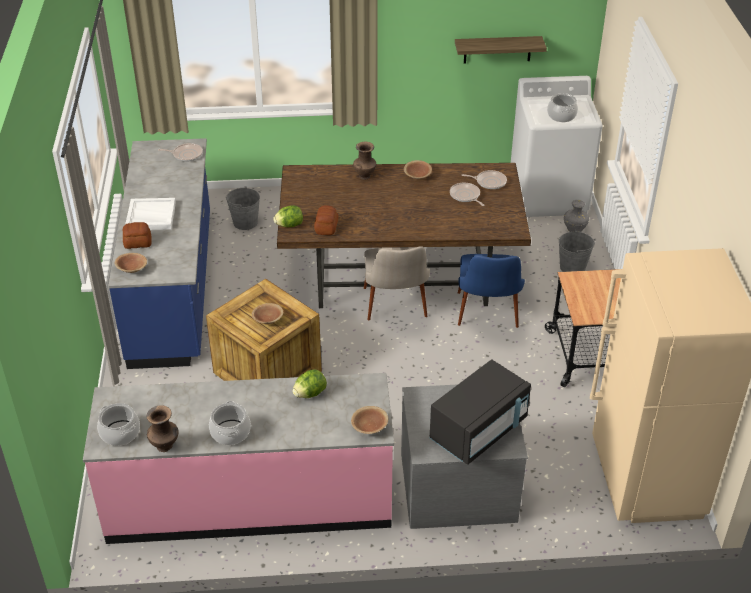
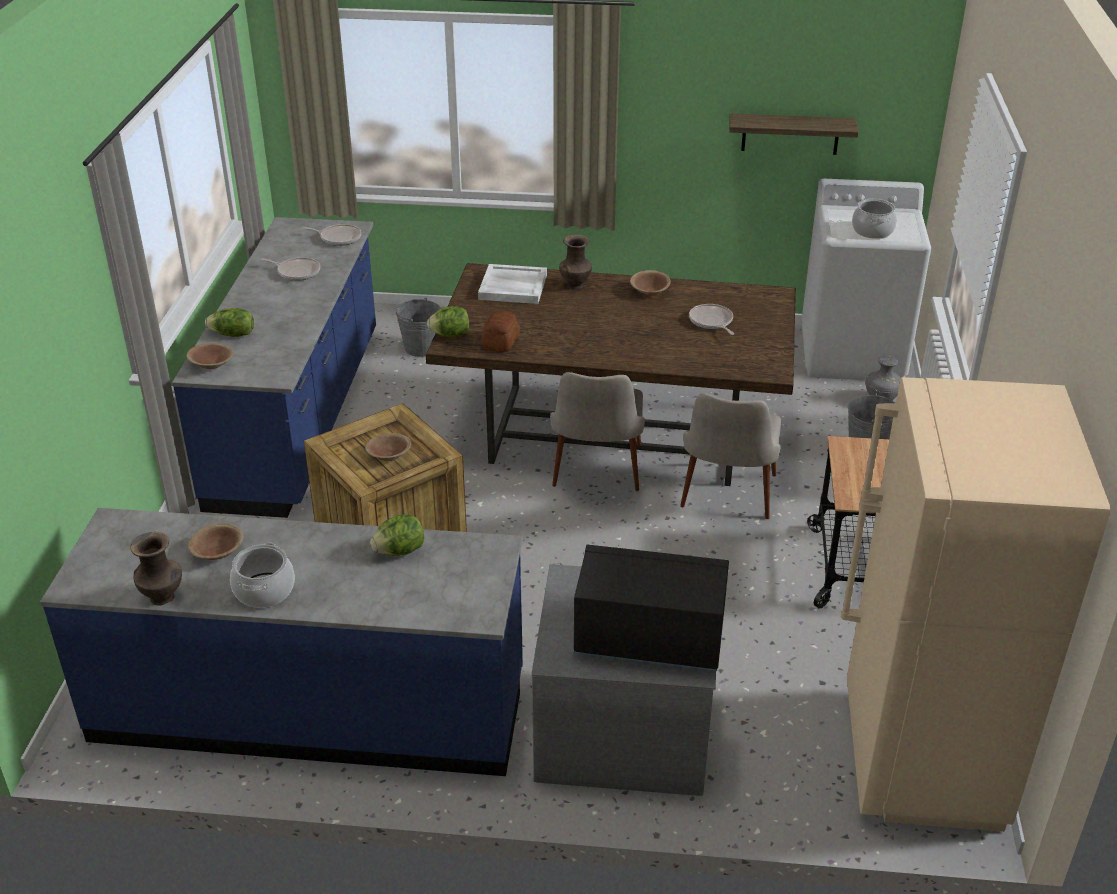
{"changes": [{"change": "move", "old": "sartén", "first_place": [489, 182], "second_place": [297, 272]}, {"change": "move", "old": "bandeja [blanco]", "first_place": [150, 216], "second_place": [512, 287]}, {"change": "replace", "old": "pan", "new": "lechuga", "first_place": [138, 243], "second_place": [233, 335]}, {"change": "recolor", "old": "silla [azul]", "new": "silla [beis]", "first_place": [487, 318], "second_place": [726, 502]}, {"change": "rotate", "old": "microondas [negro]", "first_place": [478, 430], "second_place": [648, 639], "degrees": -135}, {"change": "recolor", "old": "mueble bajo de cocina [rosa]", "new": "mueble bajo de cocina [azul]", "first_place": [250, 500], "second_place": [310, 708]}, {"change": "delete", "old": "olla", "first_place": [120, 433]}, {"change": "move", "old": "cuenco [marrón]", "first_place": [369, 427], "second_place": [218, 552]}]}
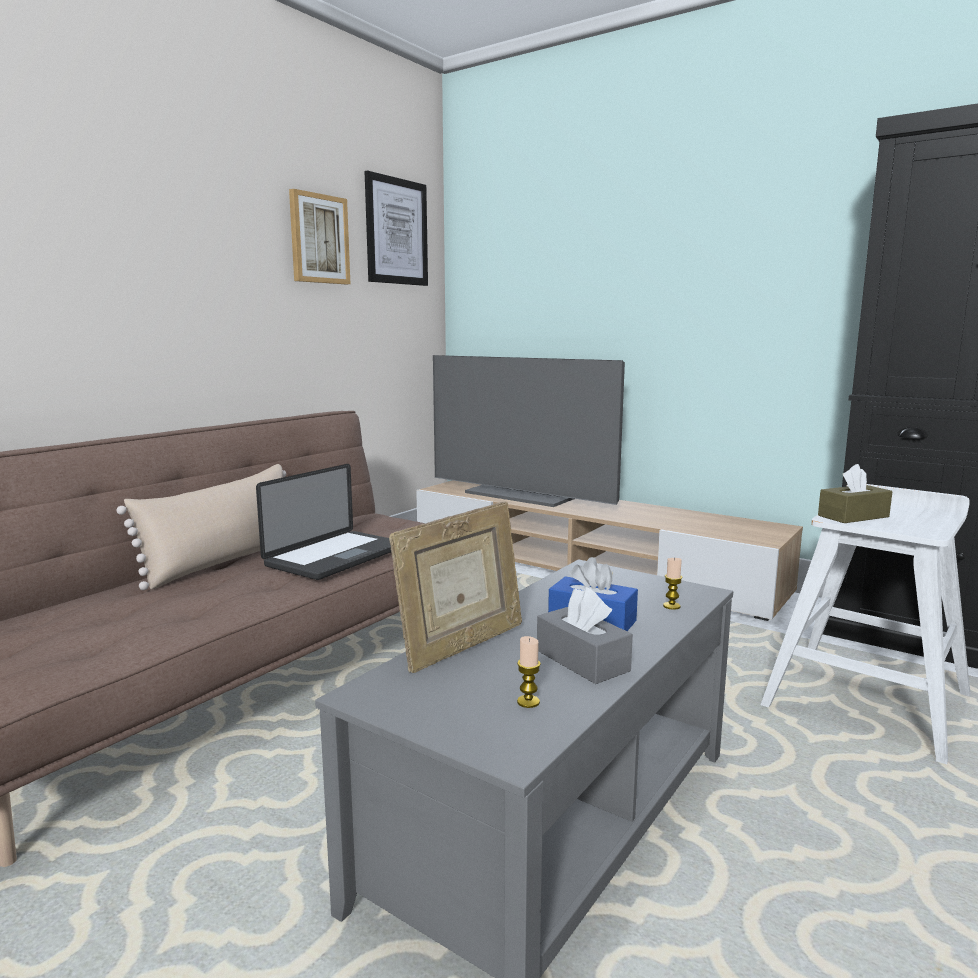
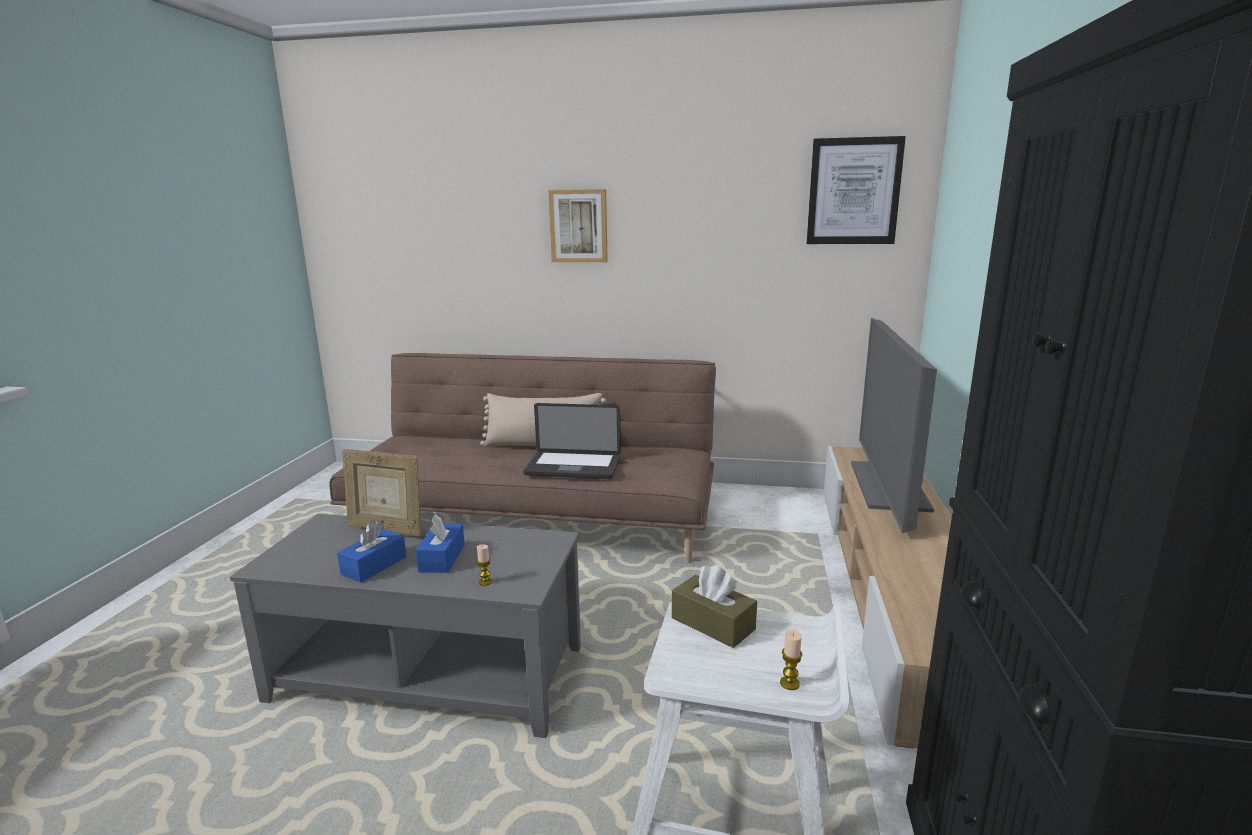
{"changes": [{"change": "move", "old": "cuadro", "first_place": [319, 239], "second_place": [579, 226]}, {"change": "recolor", "old": "caja de pañuelos [gris]", "new": "caja de pañuelos [azul]", "first_place": [582, 660], "second_place": [374, 565]}, {"change": "move", "old": "vela", "first_place": [528, 702], "second_place": [789, 683]}]}
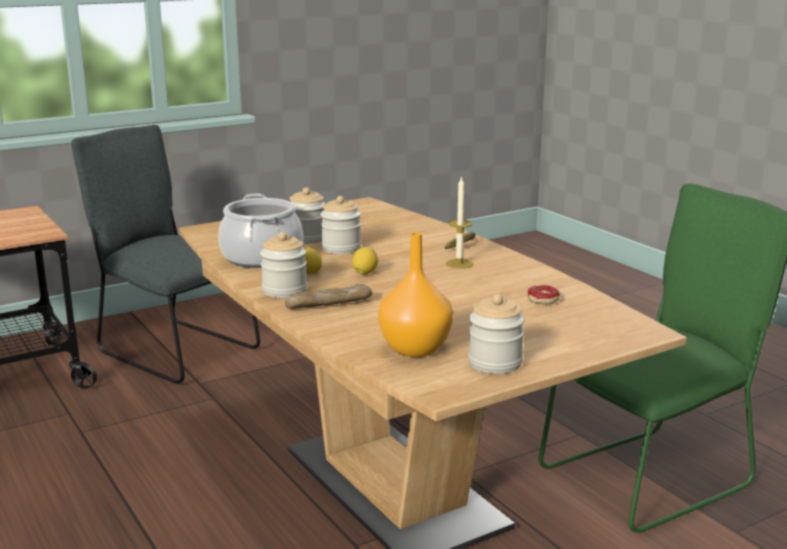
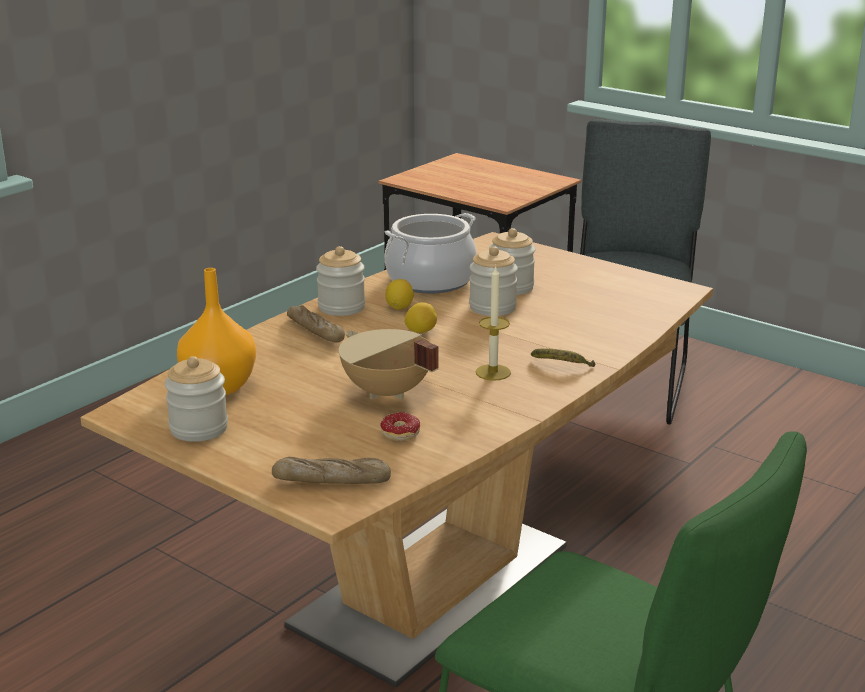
{"changes": [{"change": "insert", "new": "olla [beis]", "second_place": [386, 392]}, {"change": "insert", "new": "pan", "second_place": [331, 480]}]}
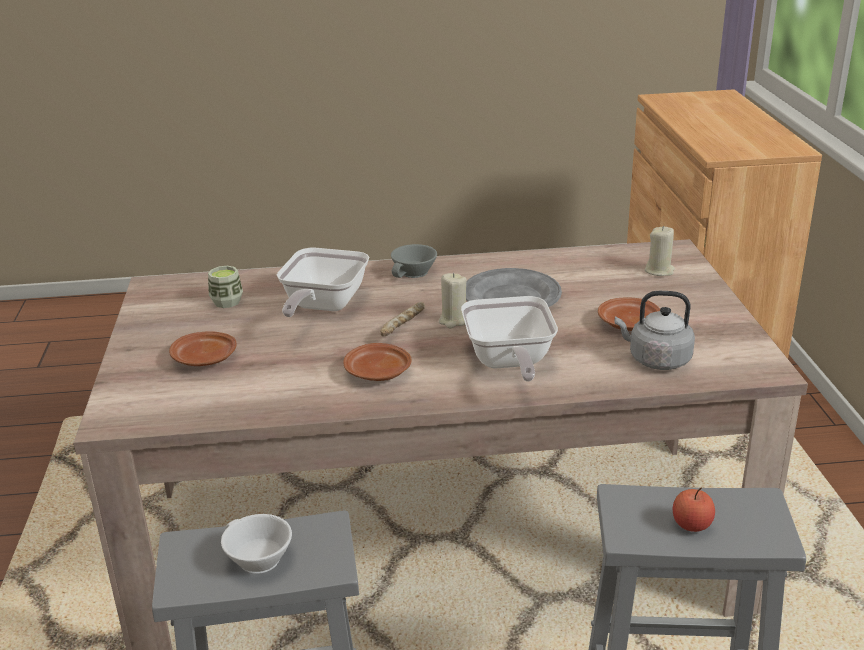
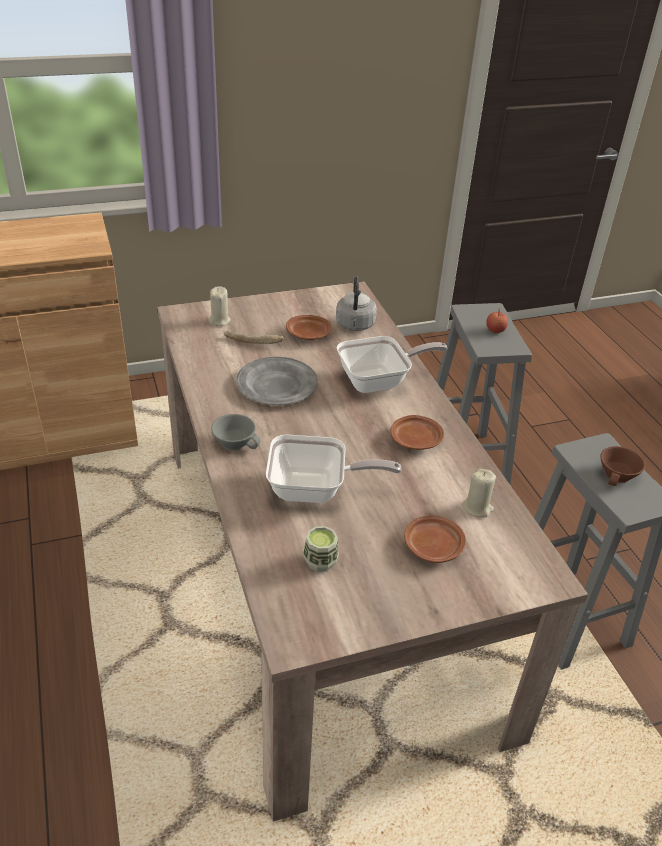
{"changes": [{"change": "move", "old": "vela [beis]", "first_place": [454, 320], "second_place": [477, 508]}, {"change": "move", "old": "pan", "first_place": [403, 327], "second_place": [254, 342]}, {"change": "recolor", "old": "taza [blanco]", "new": "taza [marrón]", "first_place": [255, 560], "second_place": [619, 475]}]}
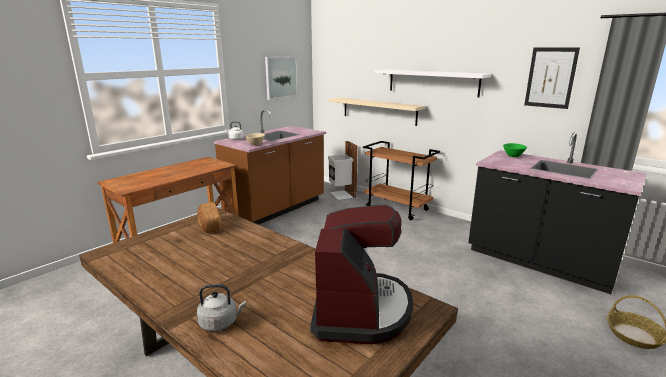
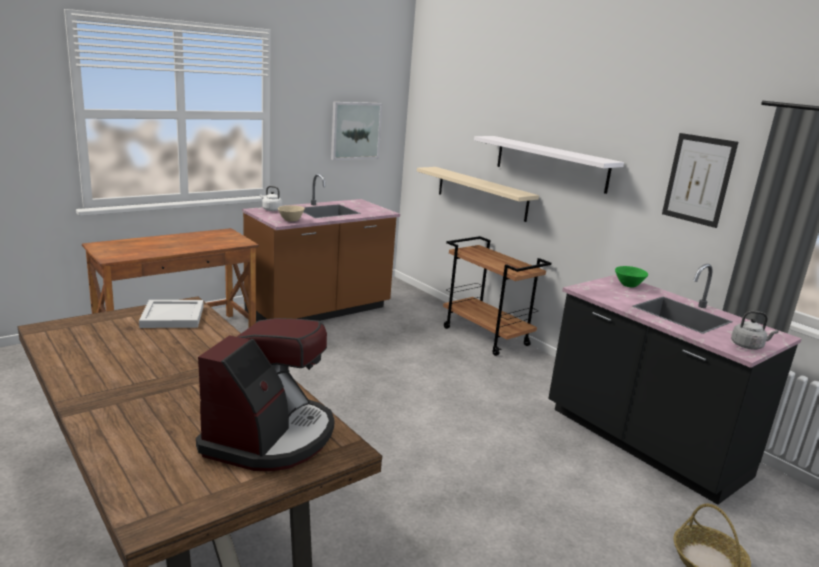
{"changes": [{"change": "delete", "old": "papelera [blanco]", "first_place": [341, 194]}, {"change": "replace", "old": "pan", "new": "bandeja [blanco]", "first_place": [209, 225], "second_place": [174, 316]}, {"change": "move", "old": "hervidor [gris]", "first_place": [220, 323], "second_place": [748, 346]}]}
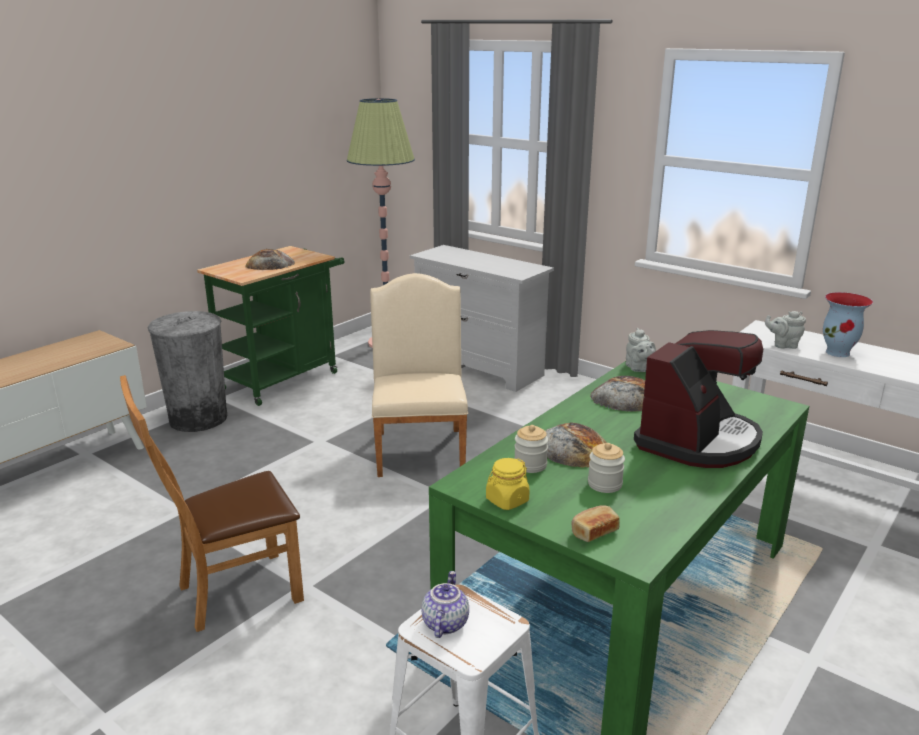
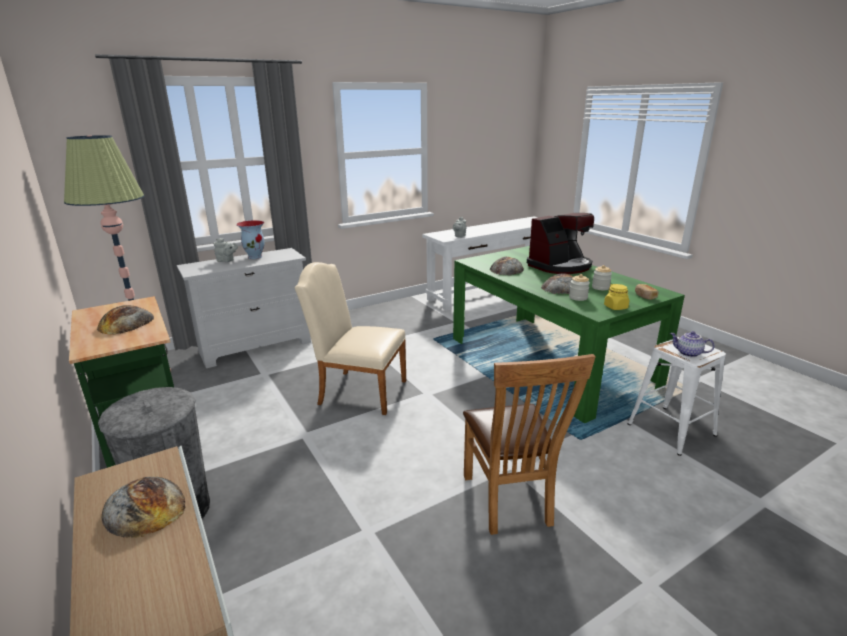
{"changes": [{"change": "move", "old": "florero", "first_place": [838, 353], "second_place": [255, 257]}, {"change": "move", "old": "tetera [gris]", "first_place": [638, 368], "second_place": [227, 261]}, {"change": "rotate", "old": "cafetera", "first_place": [698, 441], "second_place": [560, 266], "degrees": 90}, {"change": "insert", "new": "pan", "second_place": [144, 507]}]}
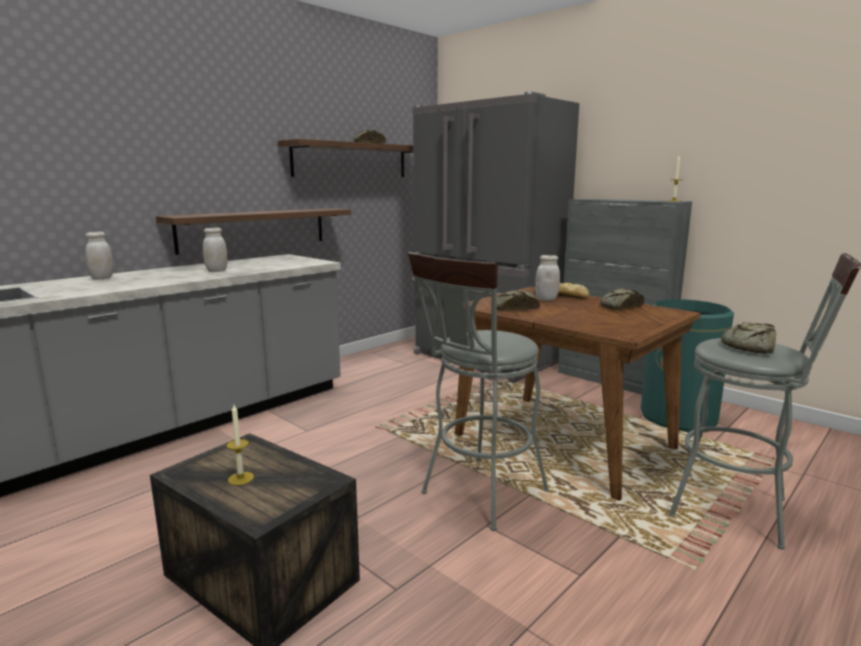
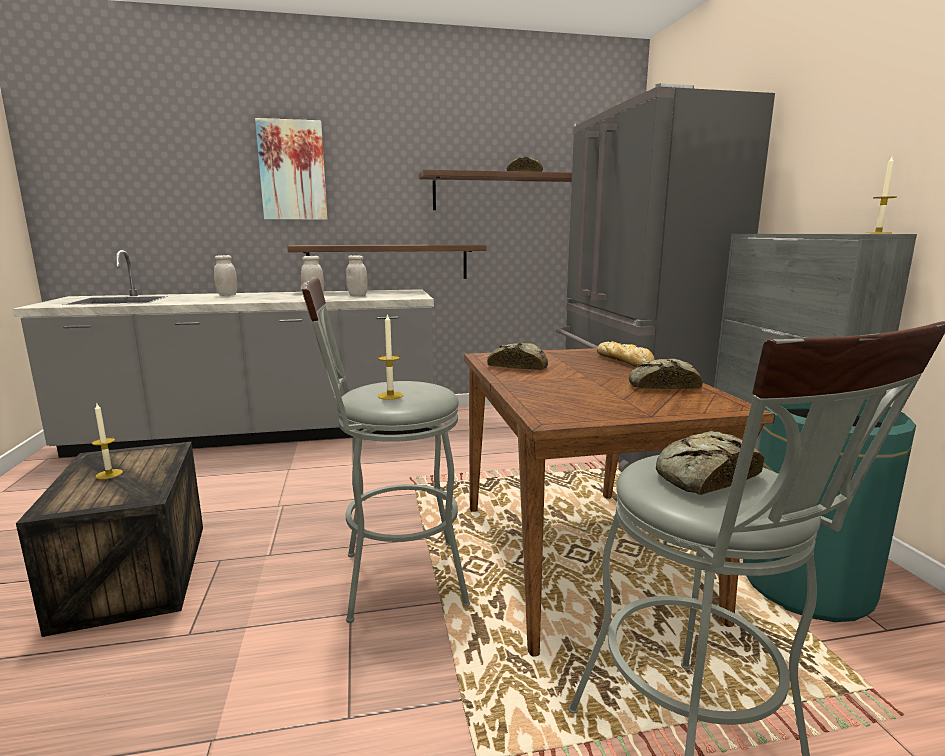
{"changes": [{"change": "move", "old": "tarro [blanco]", "first_place": [546, 299], "second_place": [357, 295]}, {"change": "insert", "new": "cuadro", "second_place": [292, 170]}, {"change": "insert", "new": "vela", "second_place": [390, 395]}]}
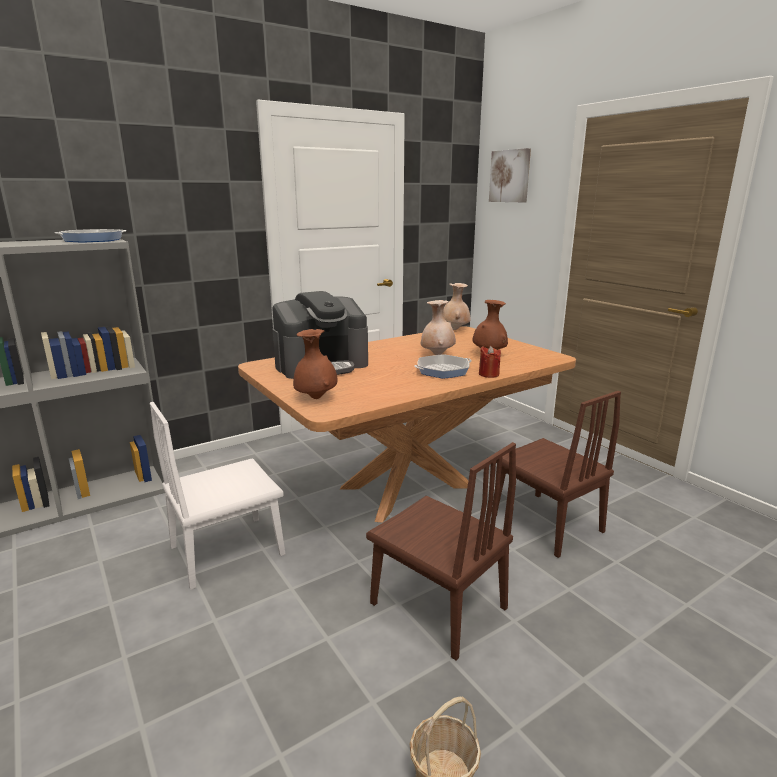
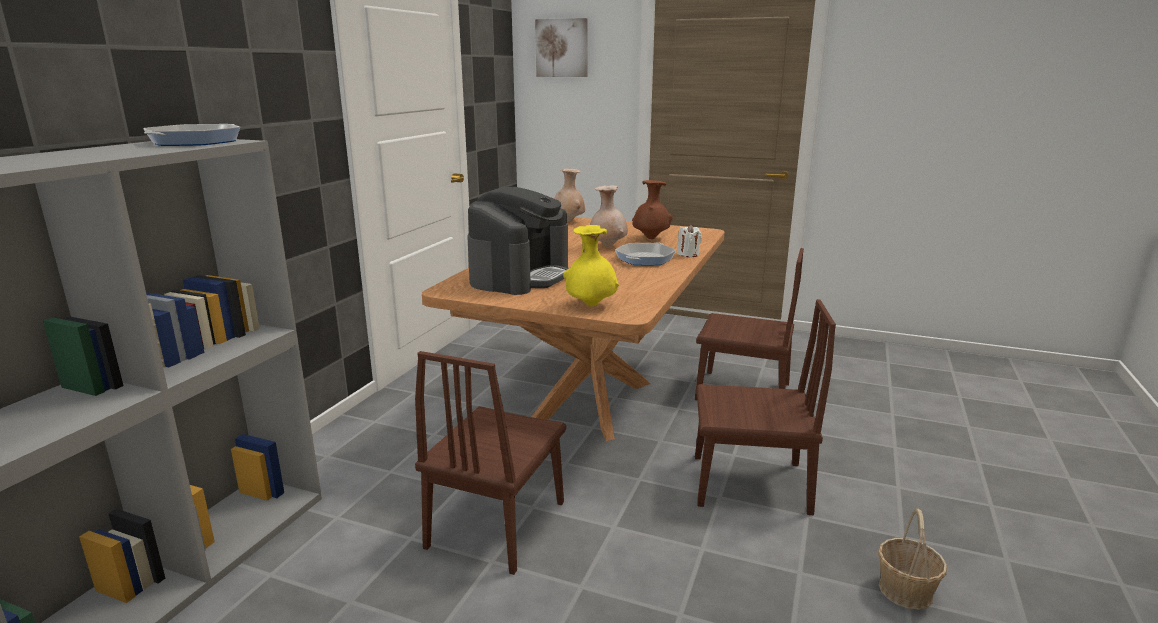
{"changes": [{"change": "recolor", "old": "florero [marrón]", "new": "florero [amarillo]", "first_place": [316, 398], "second_place": [591, 305]}, {"change": "recolor", "old": "vela [rojo]", "new": "vela [blanco]", "first_place": [488, 374], "second_place": [688, 254]}, {"change": "recolor", "old": "silla [blanco]", "new": "silla [marrón]", "first_place": [227, 550], "second_place": [497, 524]}]}
